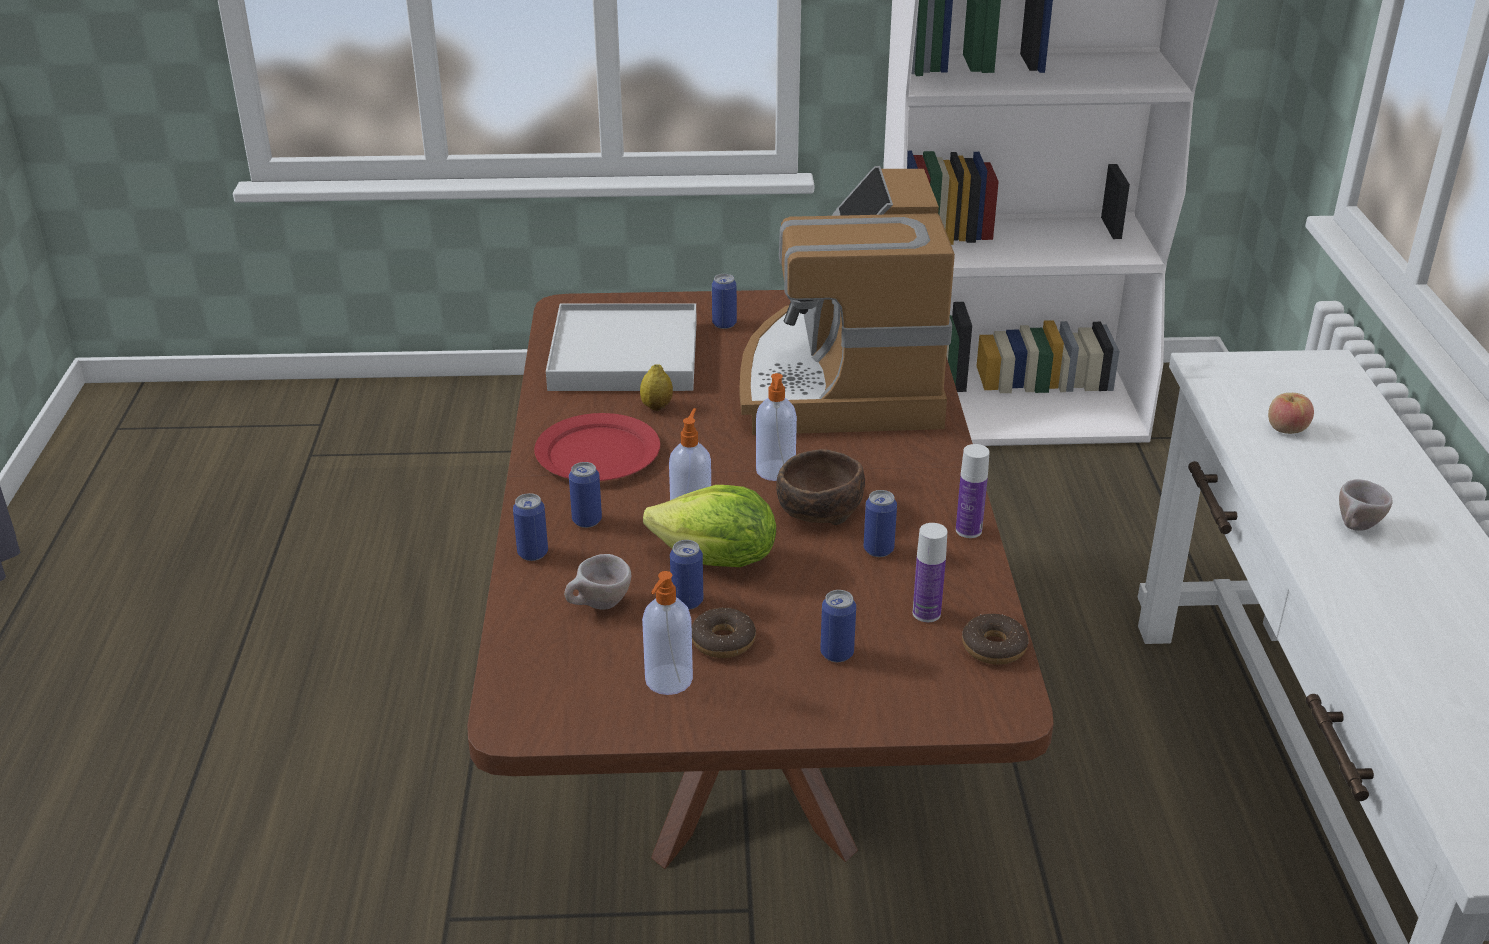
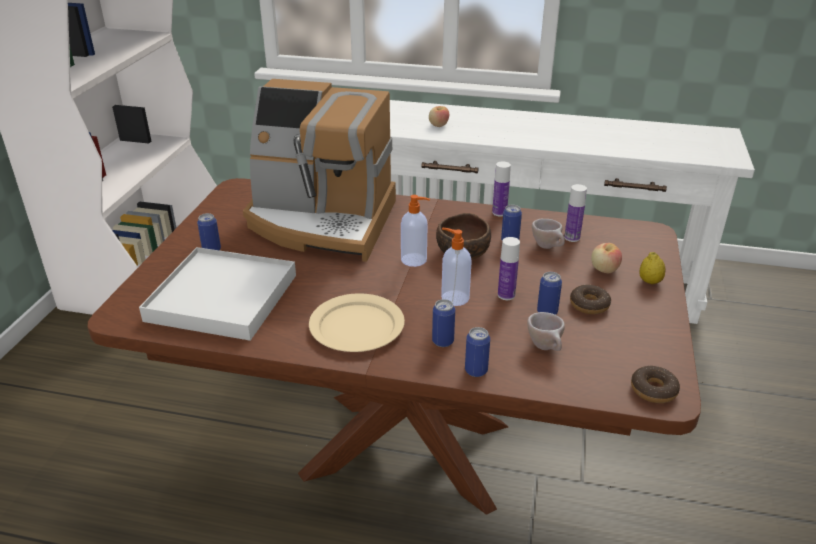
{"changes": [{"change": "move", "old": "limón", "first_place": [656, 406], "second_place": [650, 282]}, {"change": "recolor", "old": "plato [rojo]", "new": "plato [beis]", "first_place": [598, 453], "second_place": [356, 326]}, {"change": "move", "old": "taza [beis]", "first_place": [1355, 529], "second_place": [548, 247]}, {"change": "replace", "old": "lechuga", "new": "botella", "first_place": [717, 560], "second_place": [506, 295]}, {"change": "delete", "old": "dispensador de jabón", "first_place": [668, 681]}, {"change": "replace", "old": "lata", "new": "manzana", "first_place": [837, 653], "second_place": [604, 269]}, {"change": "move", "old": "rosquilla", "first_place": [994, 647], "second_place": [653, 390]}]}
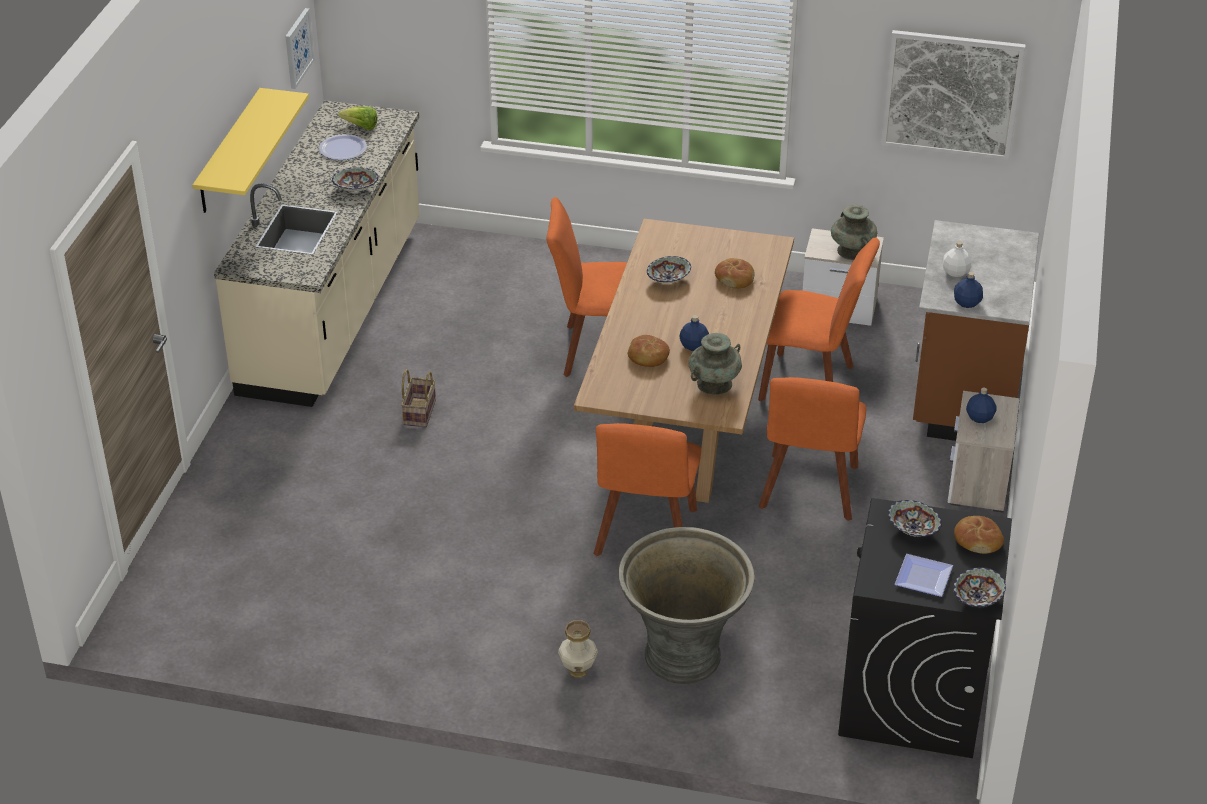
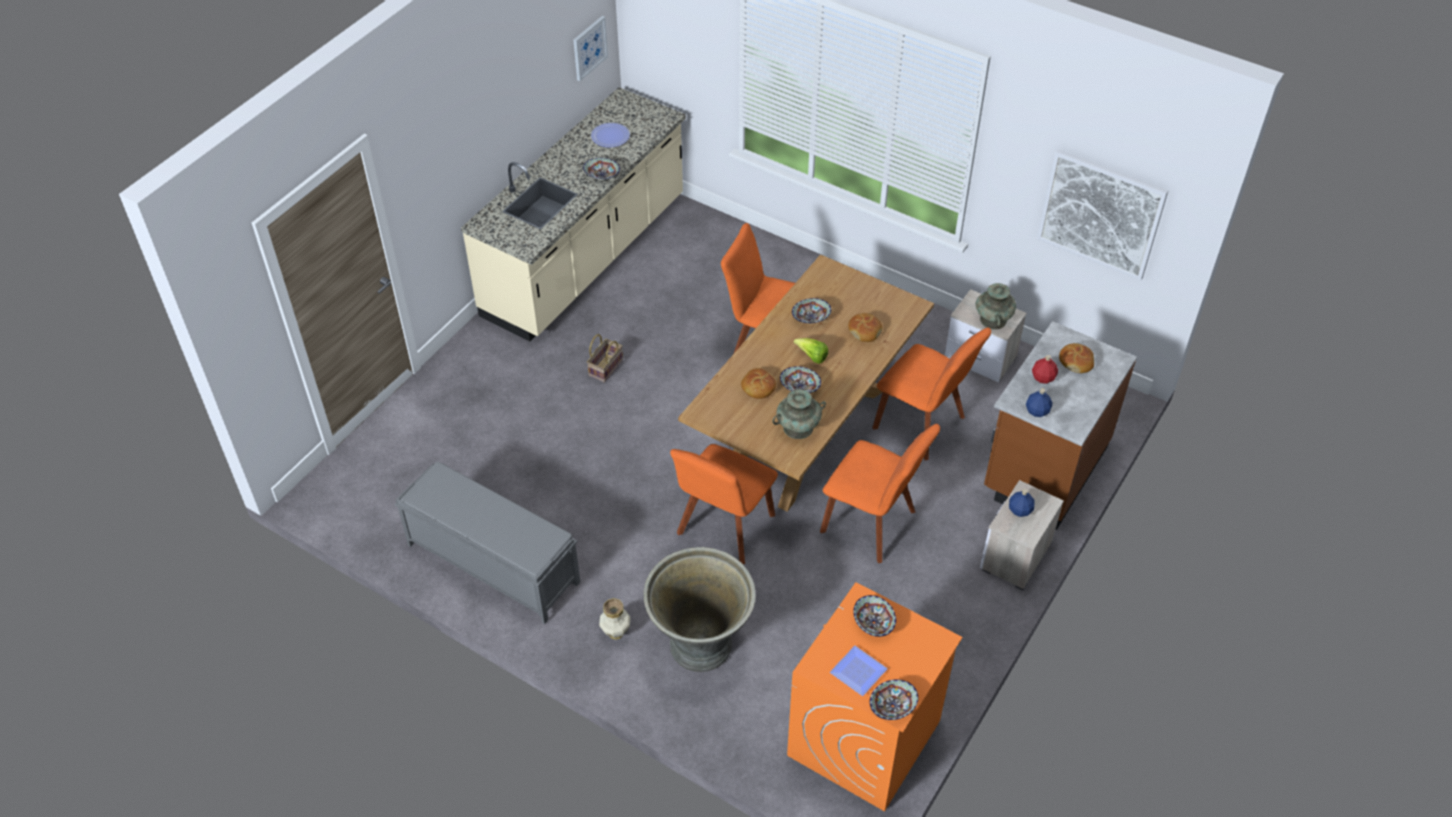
{"changes": [{"change": "delete", "old": "estante [amarillo]", "first_place": [229, 152]}, {"change": "move", "old": "lechuga", "first_place": [361, 127], "second_place": [812, 357]}, {"change": "recolor", "old": "botella [blanco]", "new": "botella [rojo]", "first_place": [955, 272], "second_place": [1043, 377]}, {"change": "replace", "old": "botella [azul]", "new": "cuenco", "first_place": [694, 346], "second_place": [800, 387]}, {"change": "rotate", "old": "silla [naranja]", "first_place": [809, 491], "second_place": [872, 524], "degrees": -90}, {"change": "recolor", "old": "lavadora [negro]", "new": "lavadora [naranja]", "first_place": [913, 696], "second_place": [864, 739]}, {"change": "move", "old": "pan", "first_place": [977, 540], "second_place": [1076, 362]}, {"change": "insert", "new": "banco [gris]", "second_place": [492, 563]}]}
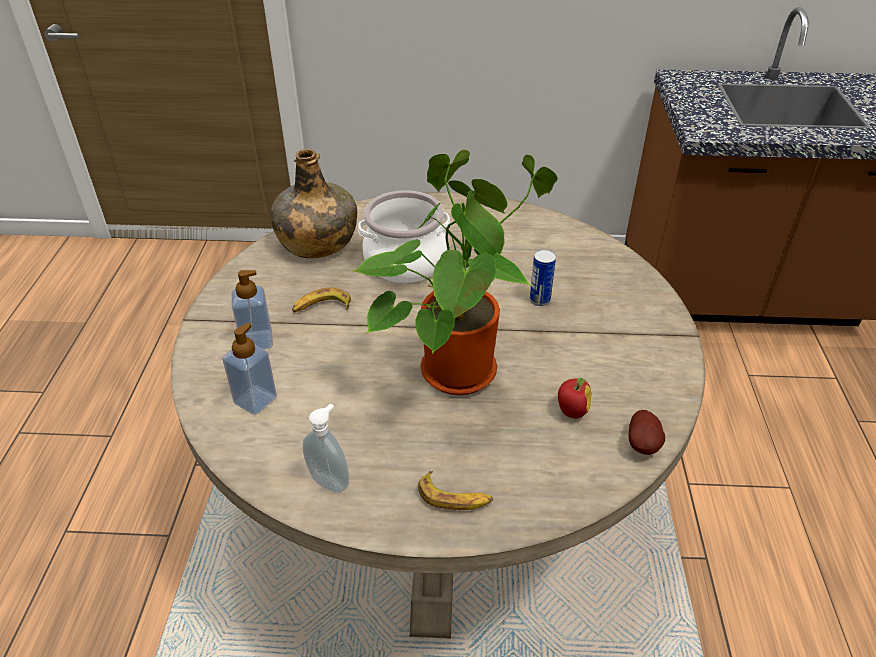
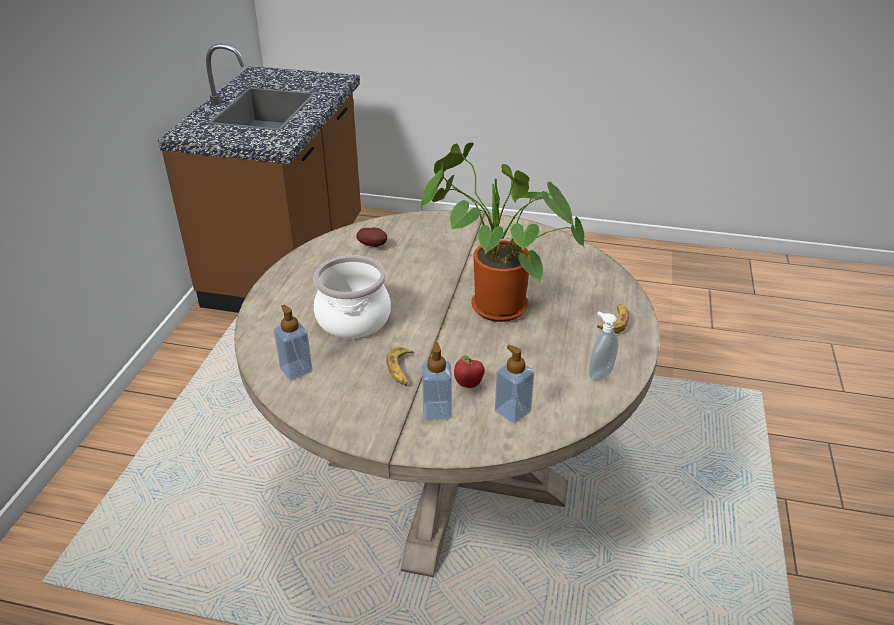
{"changes": [{"change": "replace", "old": "botella [verde]", "new": "dispensador de jabón", "first_place": [316, 242], "second_place": [296, 370]}, {"change": "delete", "old": "lata", "first_place": [539, 300]}, {"change": "move", "old": "manzana", "first_place": [571, 411], "second_place": [468, 385]}, {"change": "move", "old": "patata", "first_place": [643, 445], "second_place": [373, 245]}]}
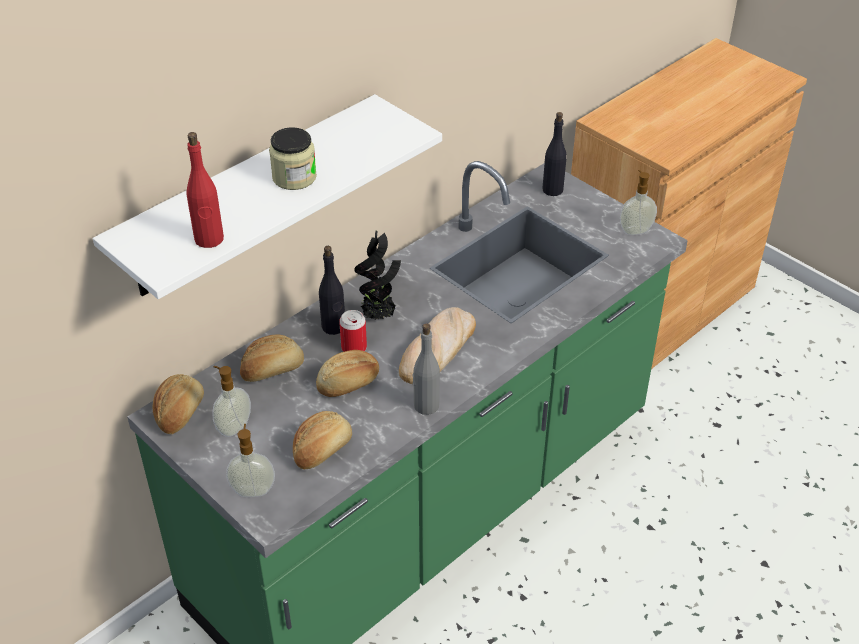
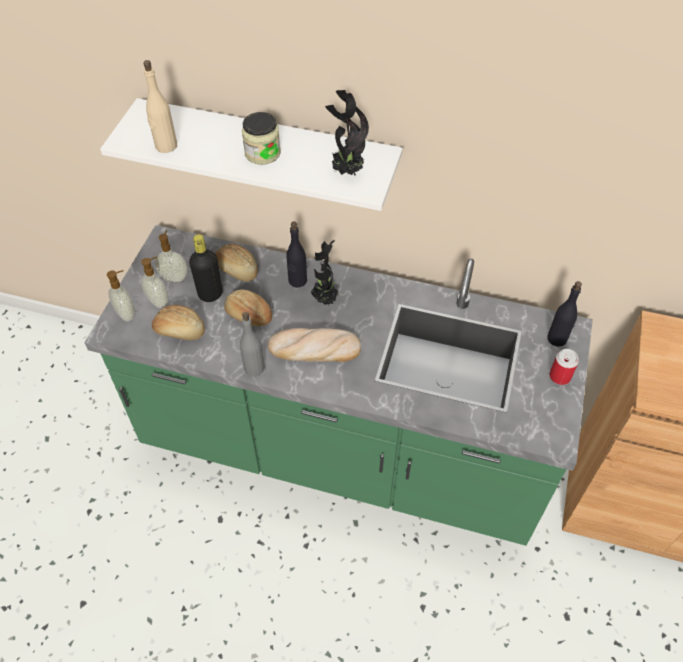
{"changes": [{"change": "recolor", "old": "botella [rojo]", "new": "botella [beis]", "first_place": [209, 239], "second_place": [166, 146]}, {"change": "move", "old": "dispensador de jabón", "first_place": [635, 230], "second_place": [159, 301]}, {"change": "move", "old": "lata", "first_place": [354, 347], "second_place": [559, 376]}, {"change": "delete", "old": "pan", "first_place": [179, 412]}, {"change": "insert", "new": "planta en maceta", "second_place": [346, 172]}, {"change": "insert", "new": "botella [negro]", "second_place": [210, 294]}]}
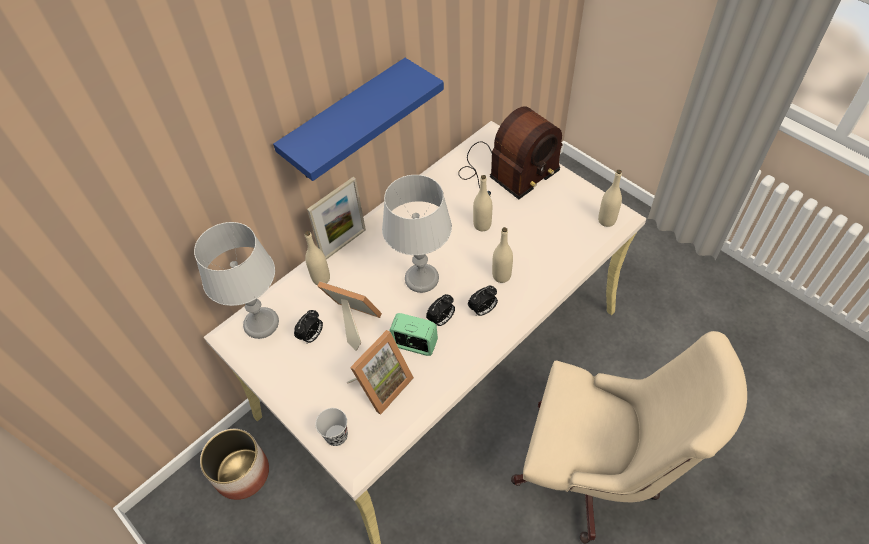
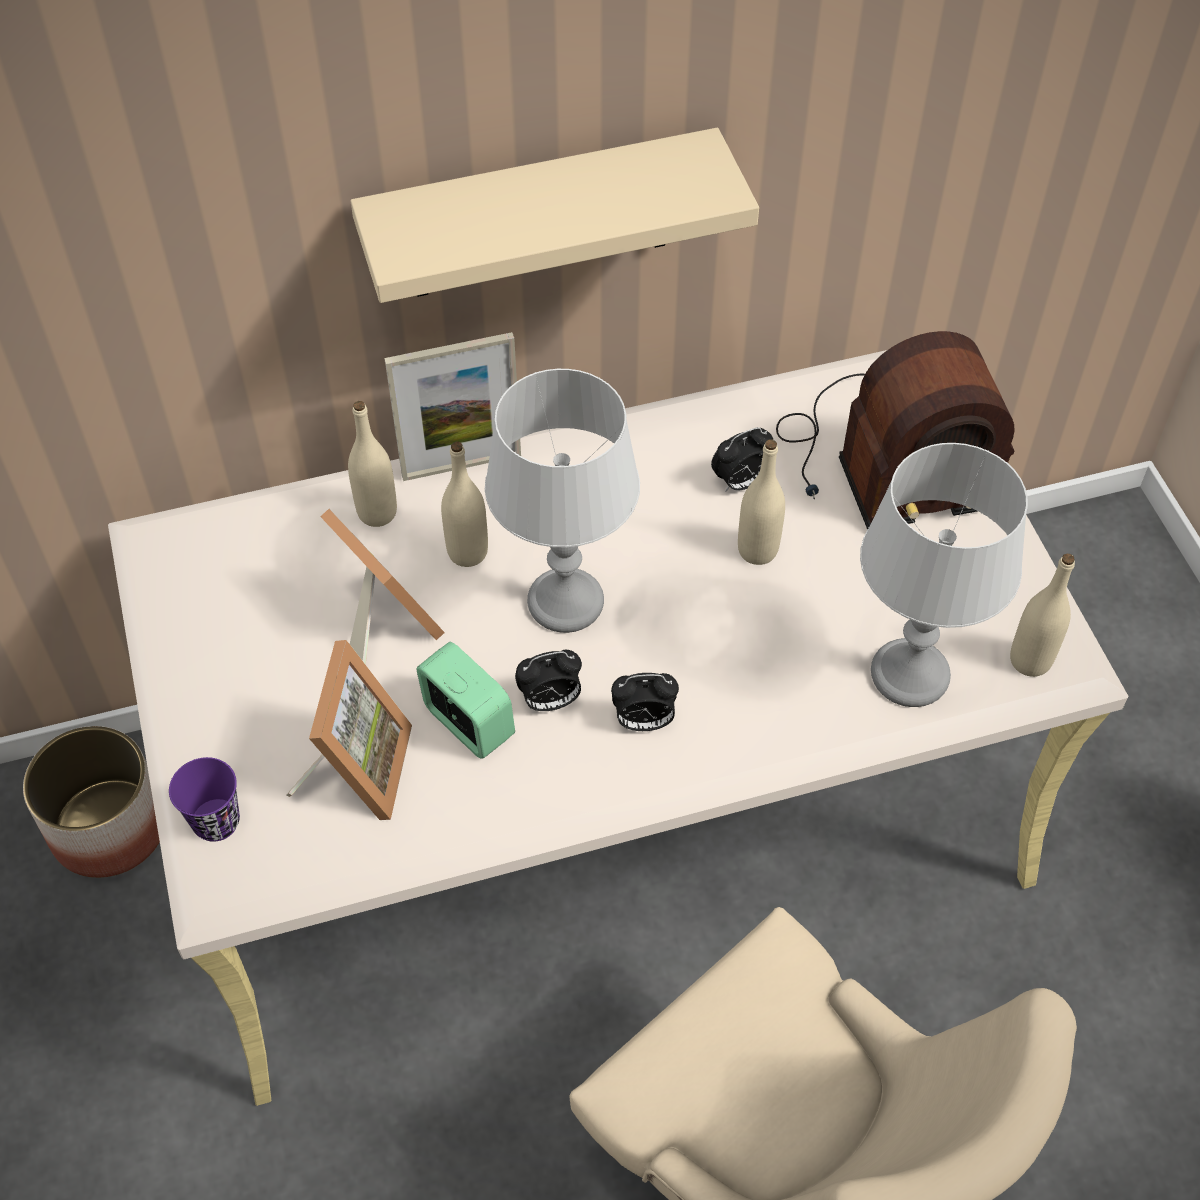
{"changes": [{"change": "recolor", "old": "estante [azul]", "new": "estante [beis]", "first_place": [346, 122], "second_place": [539, 216]}, {"change": "move", "old": "lámpara de mesa [gris]", "first_place": [262, 323], "second_place": [911, 675]}, {"change": "move", "old": "botella [beis]", "first_place": [501, 276], "second_place": [467, 552]}, {"change": "move", "old": "despertador", "first_place": [311, 336], "second_place": [741, 482]}, {"change": "rotate", "old": "portarretratos", "first_place": [381, 385], "second_place": [356, 768], "degrees": -60}, {"change": "recolor", "old": "taza [negro]", "new": "taza [morado]", "first_place": [336, 436], "second_place": [216, 821]}]}
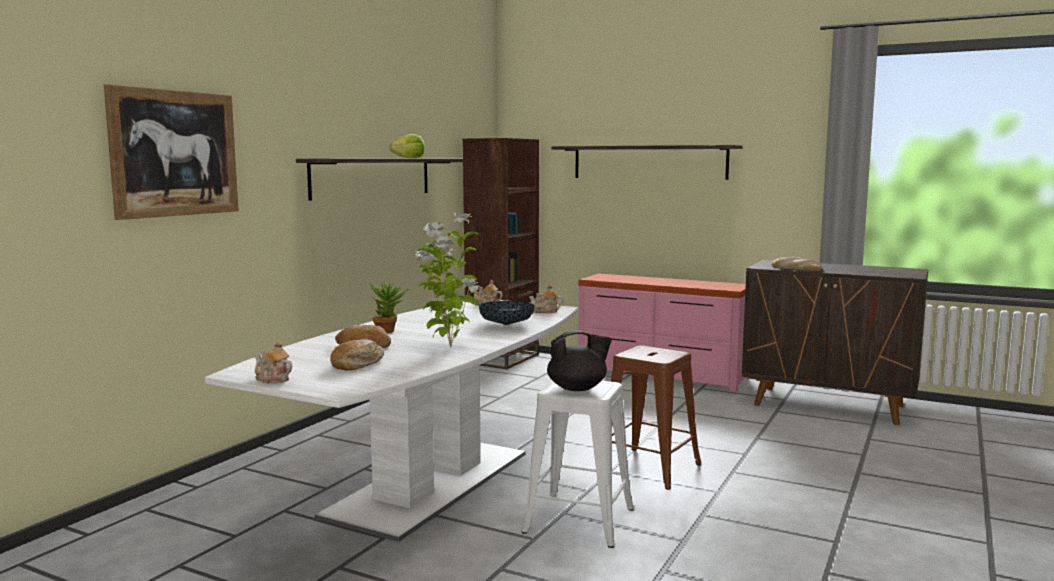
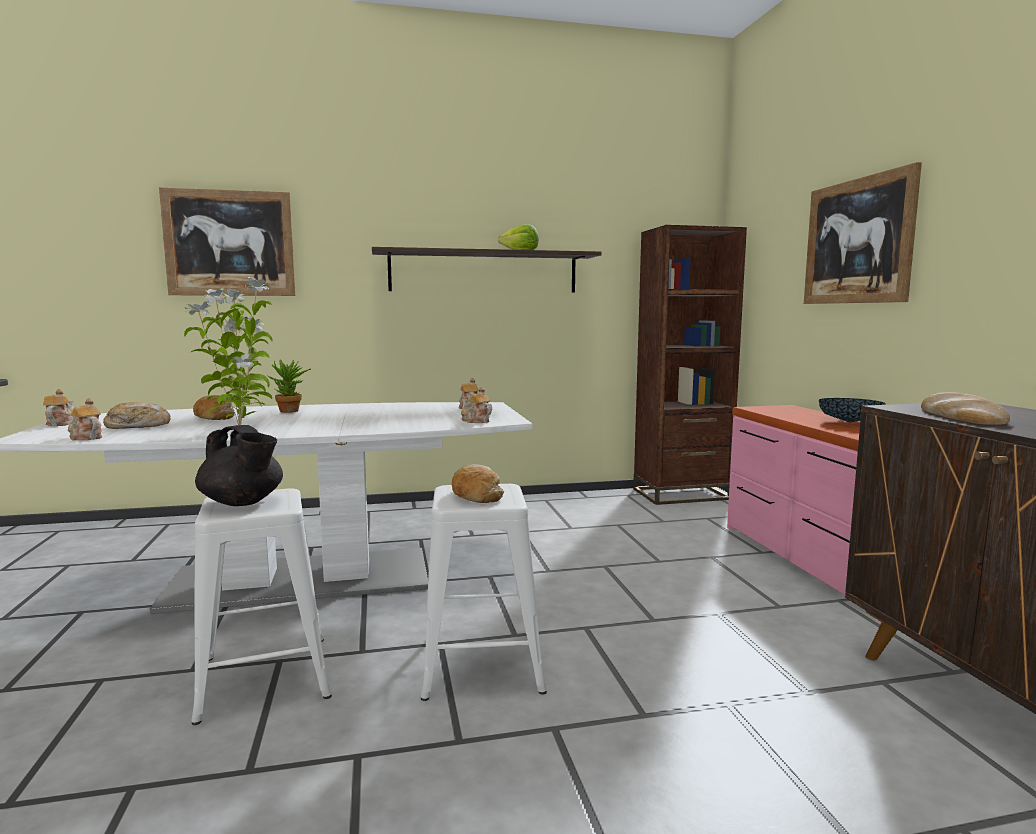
{"changes": [{"change": "replace", "old": "estante", "new": "cuadro", "first_place": [649, 162], "second_place": [857, 241]}, {"change": "move", "old": "cuenco", "first_place": [506, 325], "second_place": [849, 422]}, {"change": "recolor", "old": "taburete [marrón]", "new": "taburete [blanco]", "first_place": [649, 468], "second_place": [481, 663]}, {"change": "insert", "new": "tetera", "second_place": [85, 438]}, {"change": "insert", "new": "pan", "second_place": [475, 495]}]}
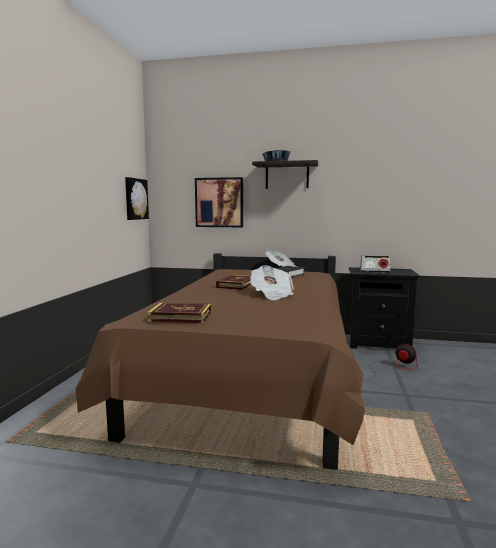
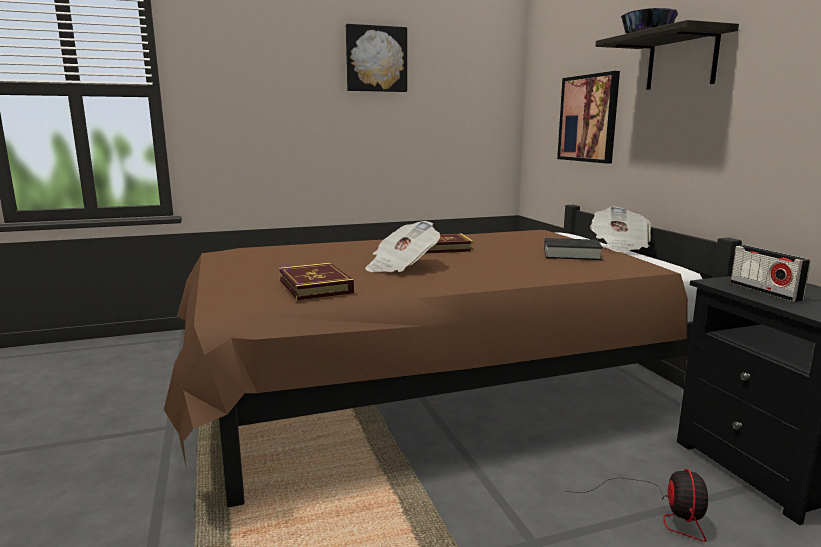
{"changes": [{"change": "move", "old": "cuadro", "first_place": [135, 199], "second_place": [376, 59]}, {"change": "move", "old": "libro", "first_place": [180, 316], "second_place": [315, 286]}]}
